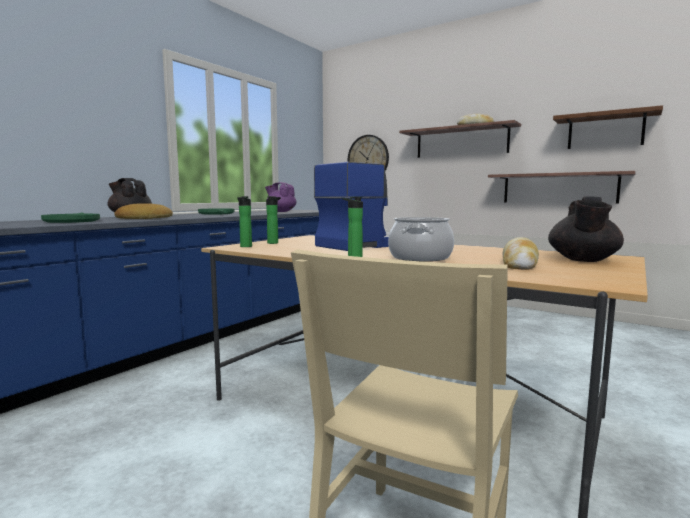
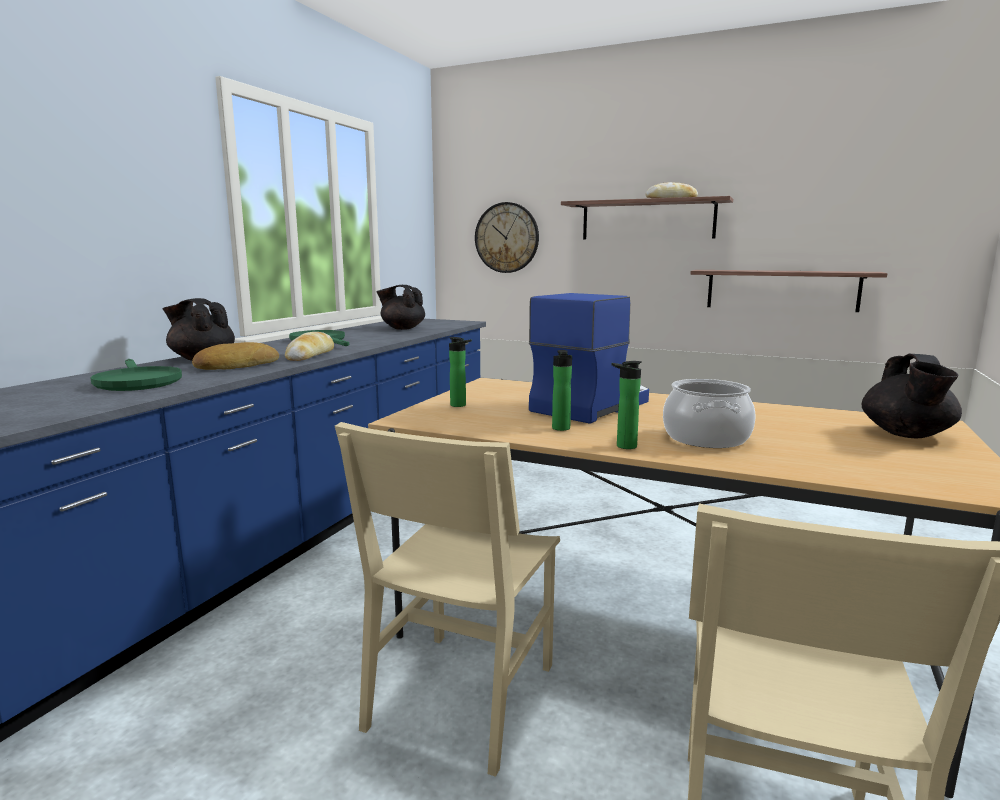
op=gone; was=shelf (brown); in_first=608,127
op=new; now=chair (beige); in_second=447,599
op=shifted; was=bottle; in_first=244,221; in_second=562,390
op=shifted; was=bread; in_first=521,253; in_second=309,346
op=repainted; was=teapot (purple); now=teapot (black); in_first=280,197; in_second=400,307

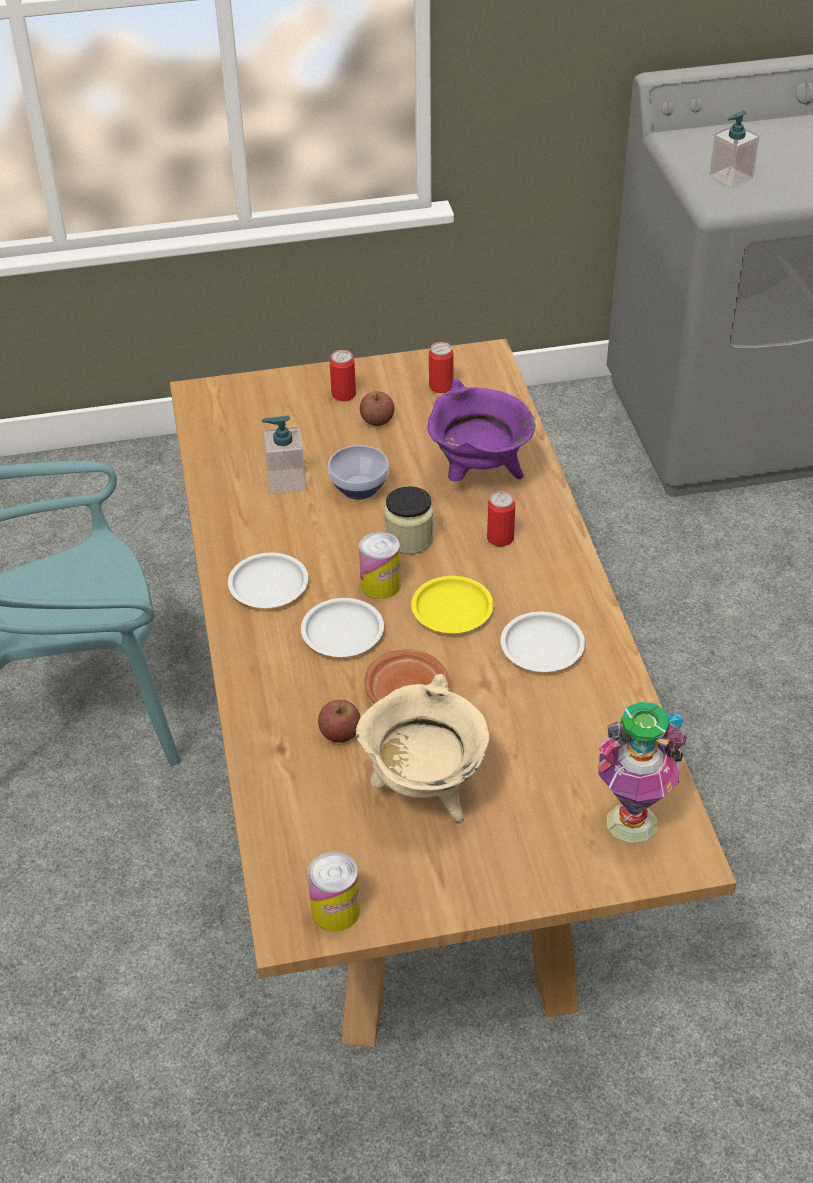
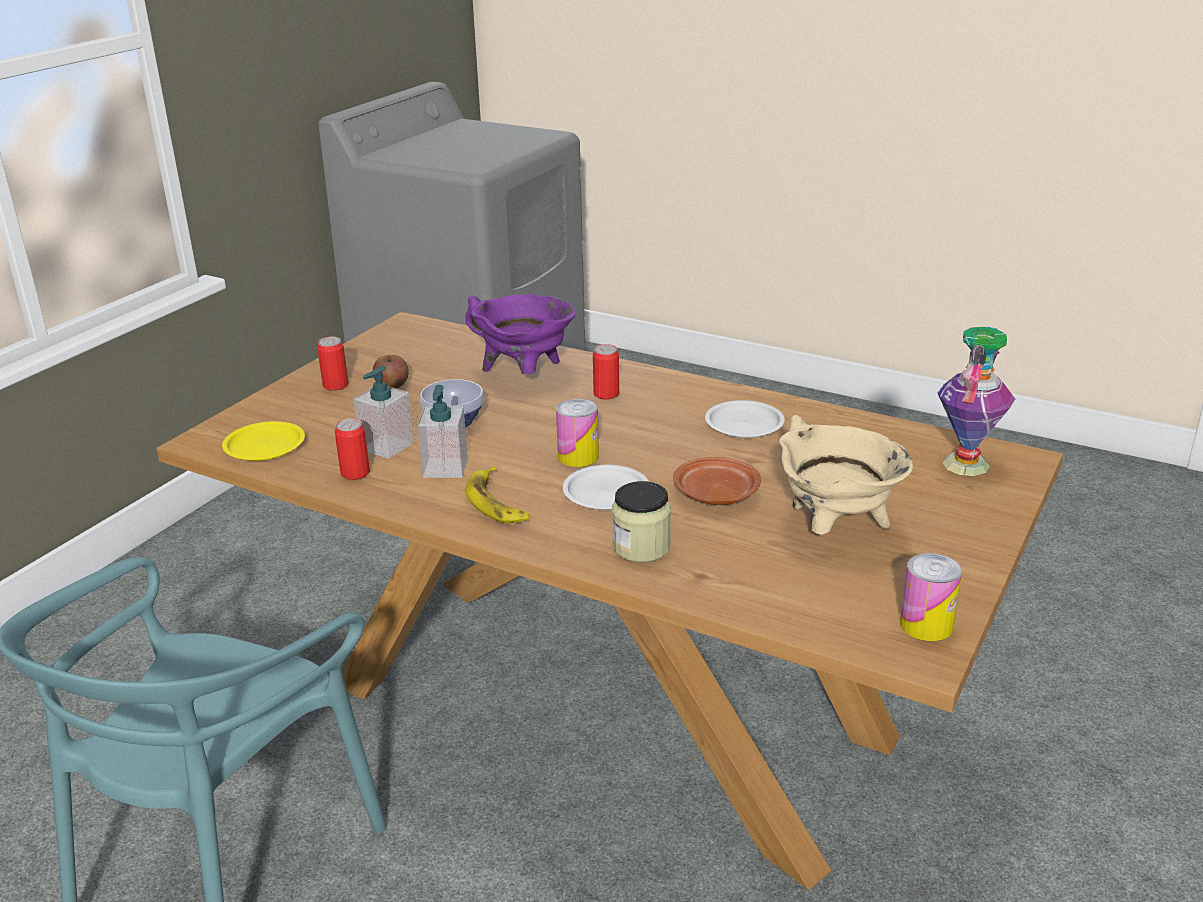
op=gone; was=apple; in_first=339,721
op=shifted; was=jar; in_first=409,520; in_second=641,521
op=shifted; was=plate (yellow); in_first=452,604; in_second=263,441
op=shifted; was=can; in_first=441,367; in_second=352,449
op=shifted; was=soap dispenser; in_first=734,149; in_second=442,431
op=swapped; was=plate (white); now=banana; in_first=268,580; in_second=497,494

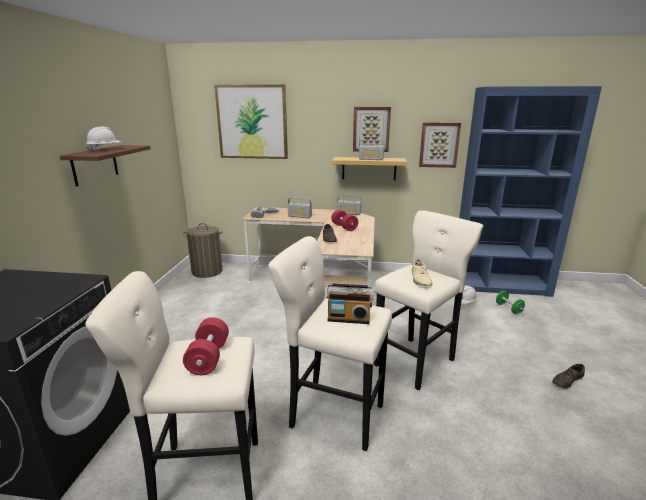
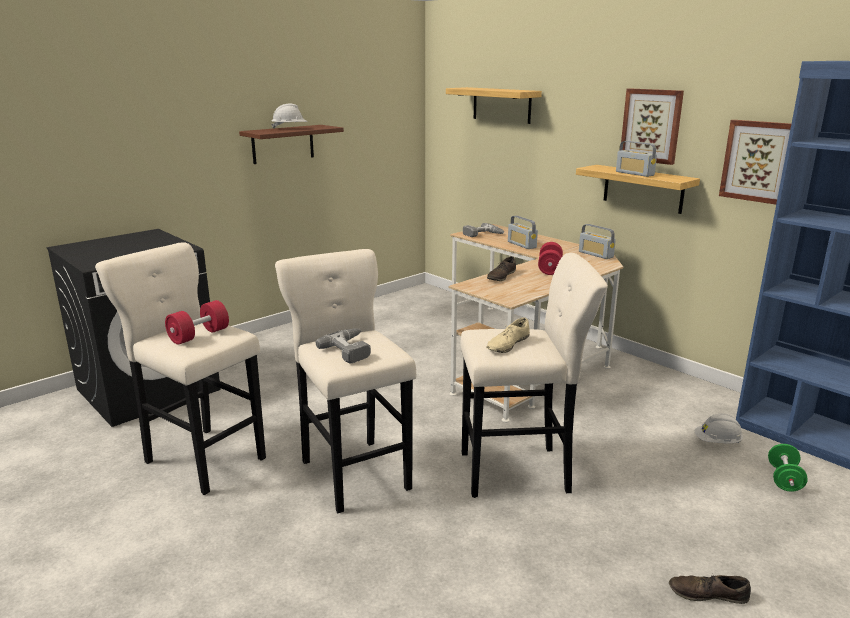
op=gone; was=laundry basket; in_first=203,250
op=swapped; was=picture; now=shelf; in_first=251,121; in_second=494,105
op=swapped; was=radio; now=power drill; in_first=349,303; in_second=343,346

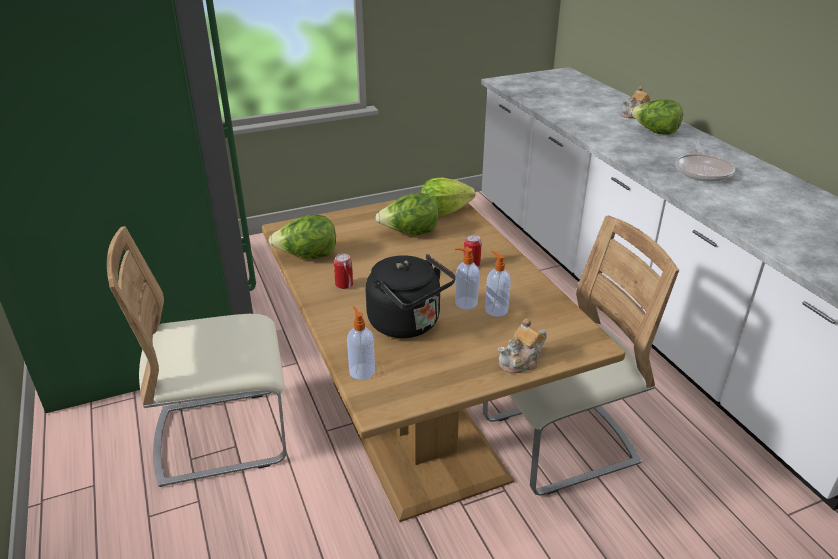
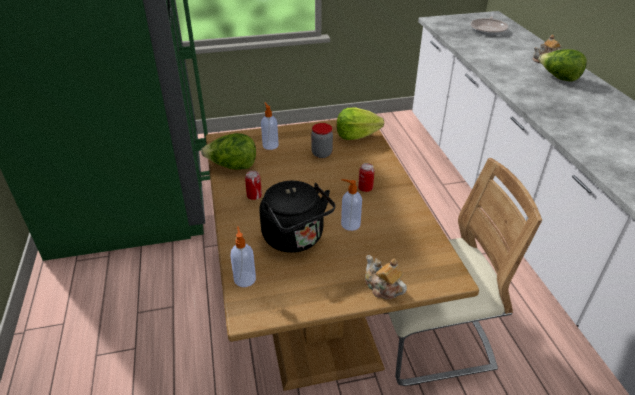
op=gone; was=chair (beige); in_first=197,356
op=shifted; was=soap dispenser; in_first=498,283; in_second=270,126
op=shifted; was=frying pan; in_first=705,161; in_second=489,23
op=swapped; was=lettuce; now=jar; in_first=407,214; in_second=322,140
op=rotated; was=teapot; in_first=522,345; in_second=386,277; clockwise=75

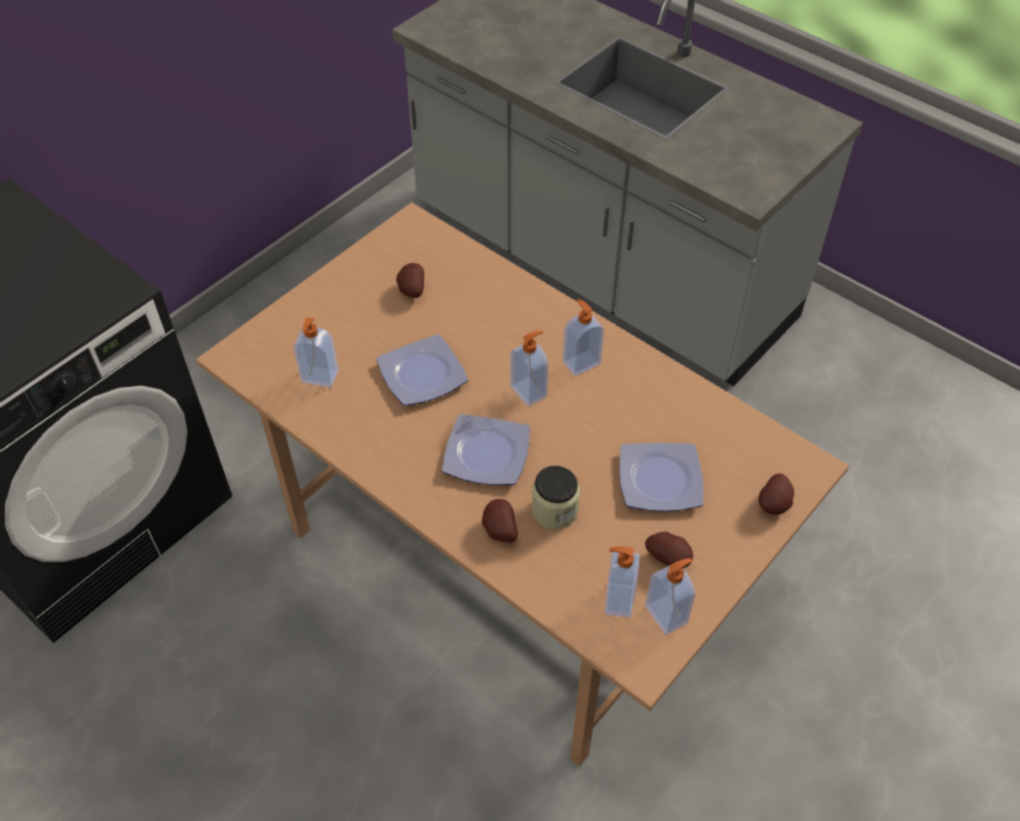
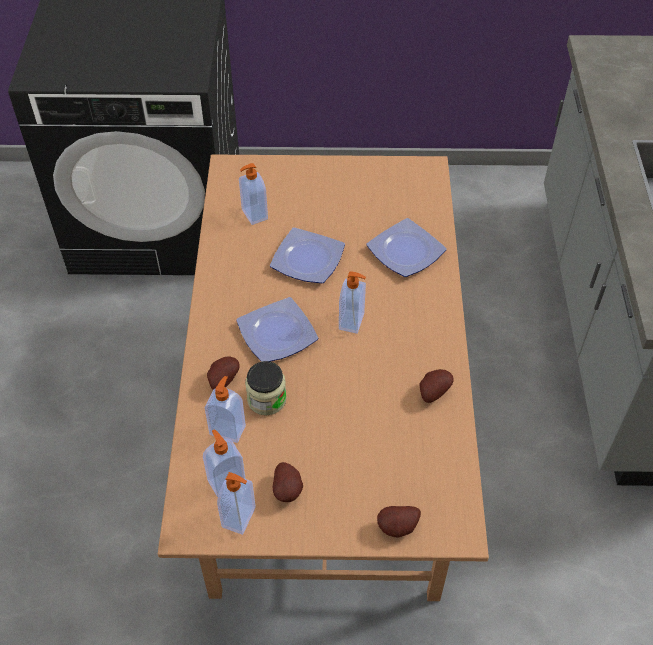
op=shifted; was=potato; in_first=410,280; in_second=436,386
op=shifted; was=soap dispenser; in_first=583,337; in_second=225,409
op=shifted; was=plate; in_first=661,477; in_second=407,247

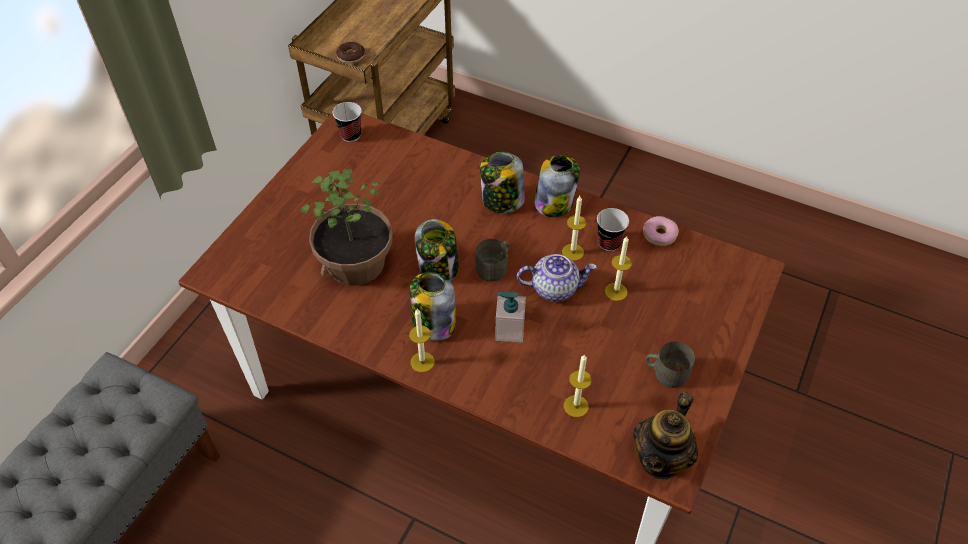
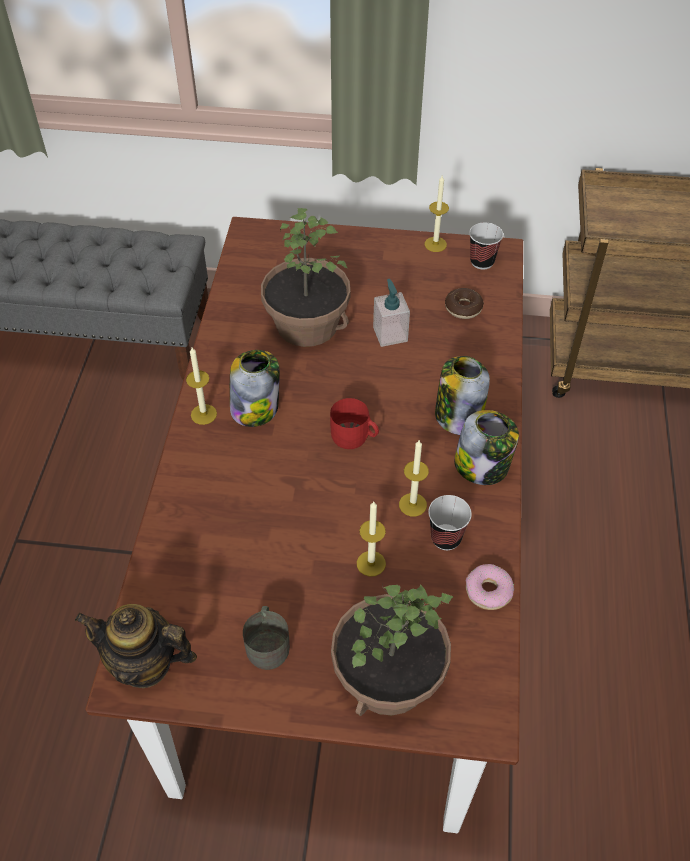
op=gone; was=jar; in_first=437,250
op=gone; was=teapot; in_first=557,278
op=new; now=potted plant; in_second=392,650
op=shifted; was=donut; in_first=350,53; in_second=464,303
op=shifted; was=soap dispenser; in_first=510,317; in_second=391,313
op=shifted; was=candle; in_first=578,385; in_second=437,214
op=repainted; was=mug (grey); now=mug (red); in_first=492,260; in_second=354,423

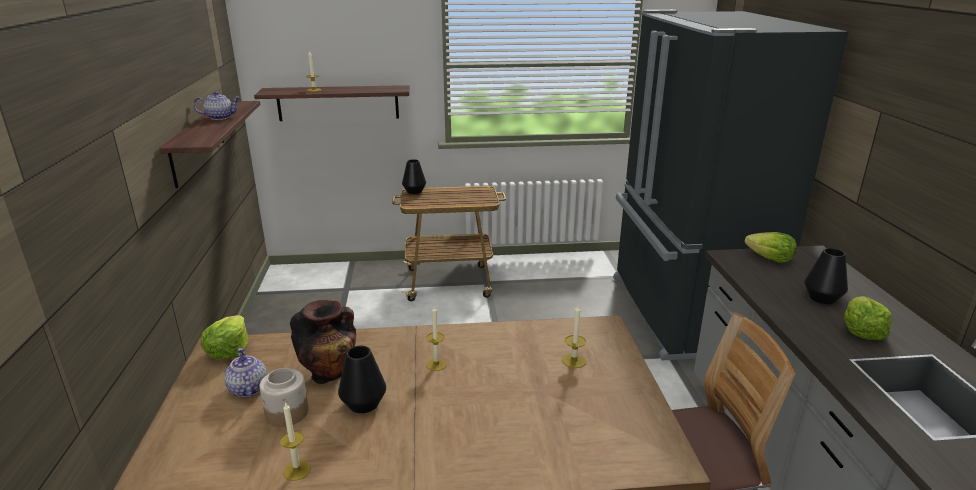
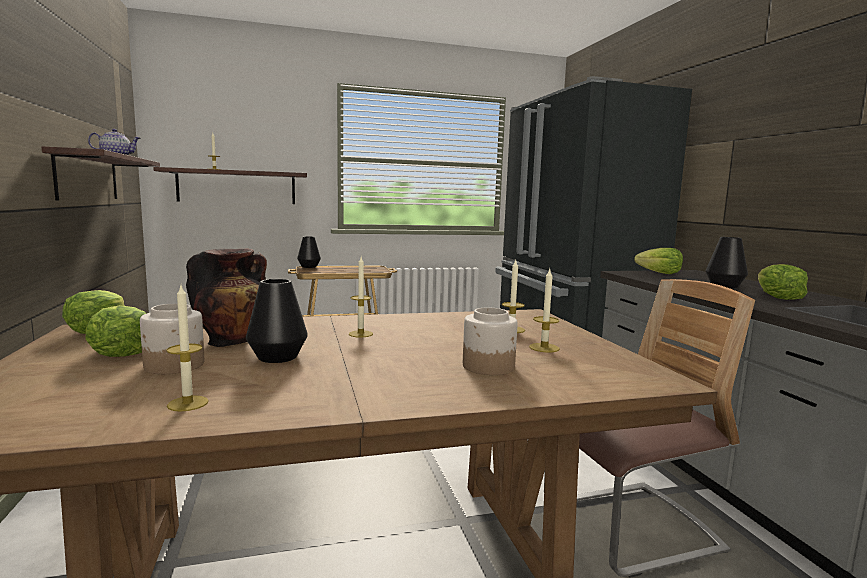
op=new; now=jar; in_second=490,341
op=new; now=candle; in_second=544,311
op=swapped; was=teapot; now=lettuce; in_first=245,373; in_second=115,331

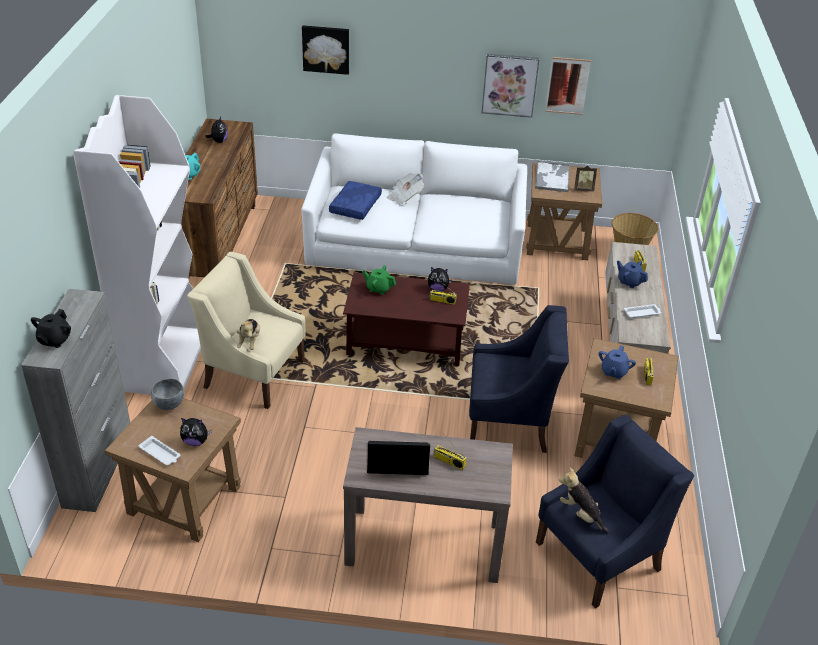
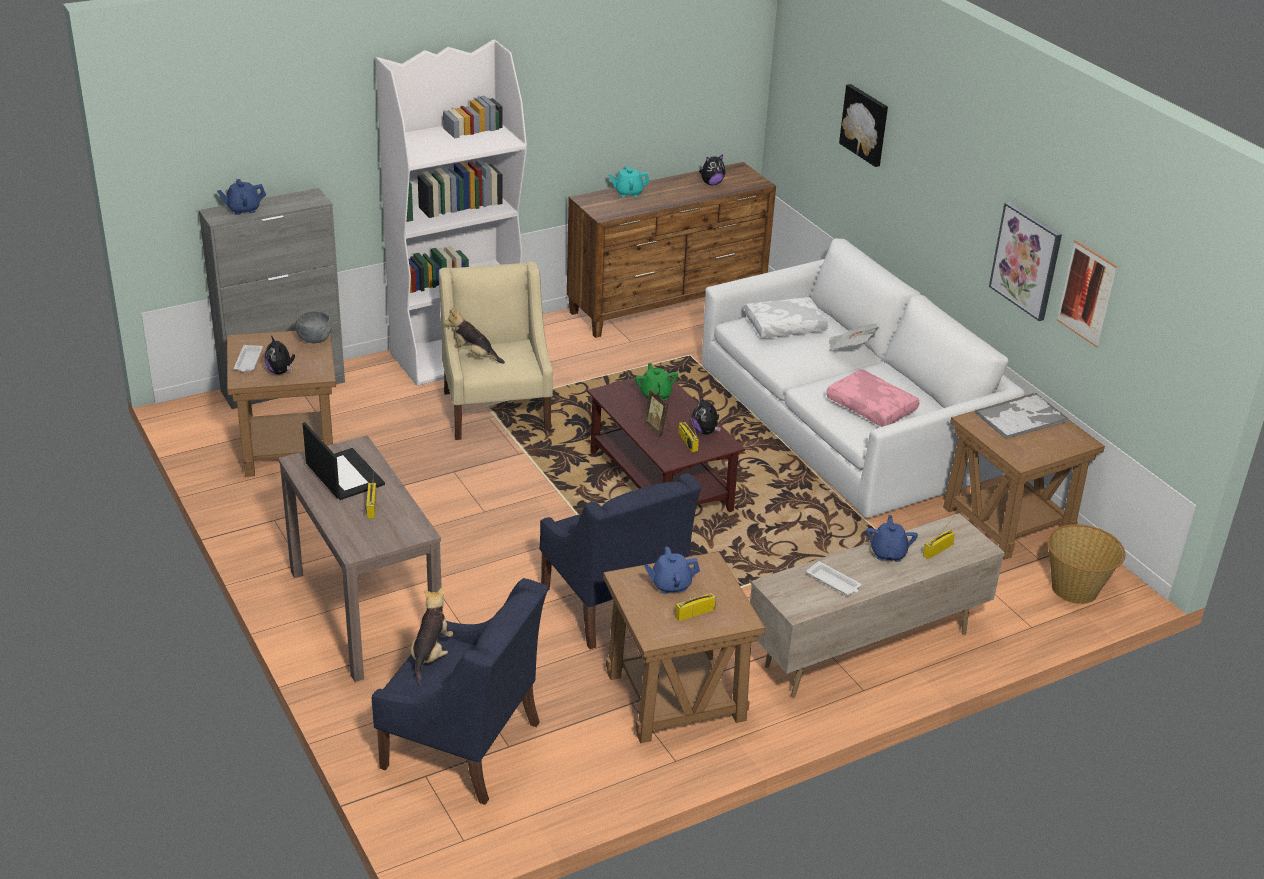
op=new; now=pillow (pink); in_second=872,398
op=shifted; was=picture frame; in_first=585,178; in_second=657,412
op=repainted; was=teapot (black); now=teapot (blue); in_first=51,328; in_second=241,197
op=repainted; was=pillow (blue); now=pillow (white); in_first=355,200; in_second=786,317
op=rotated; was=plush toy; in_first=248,334; in_second=474,335; clockwise=60

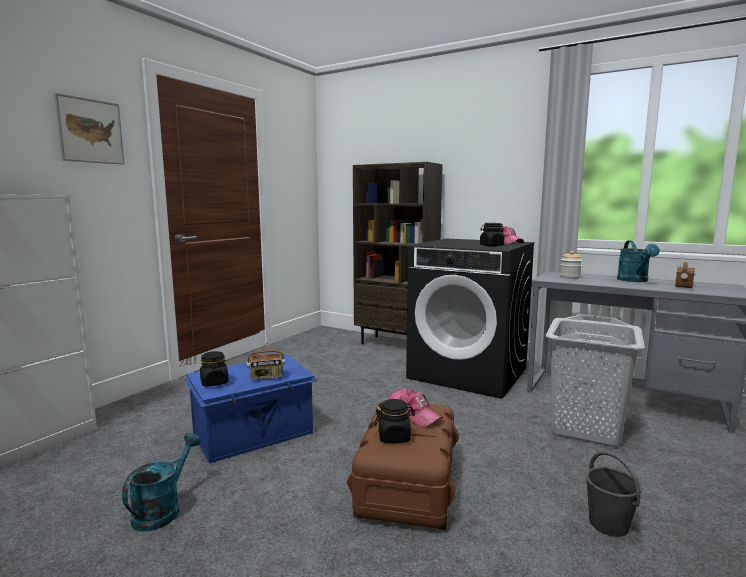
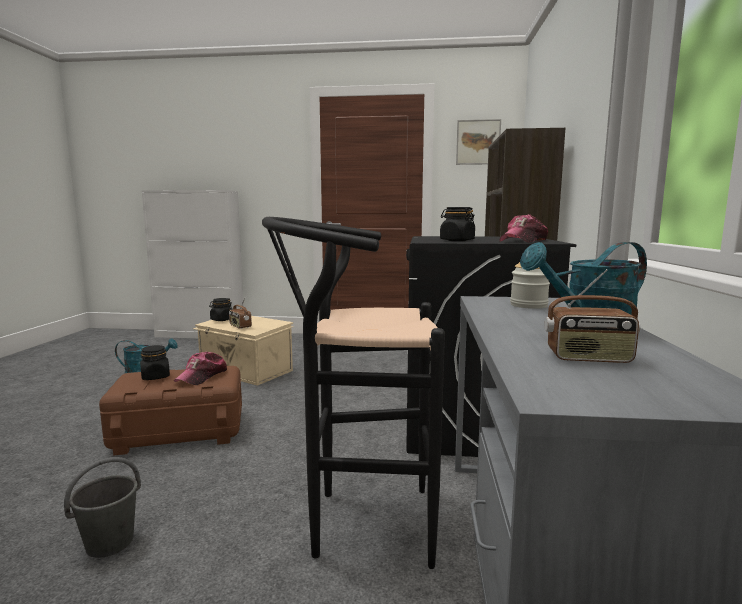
op=shifted; was=picture; in_first=89,129; in_second=478,142
op=swapped; was=laundry basket (grey); now=stool (black); in_first=595,380; in_second=353,393
op=repainted; was=storage box (blue); now=storage box (beige); in_first=251,409; in_second=243,351

